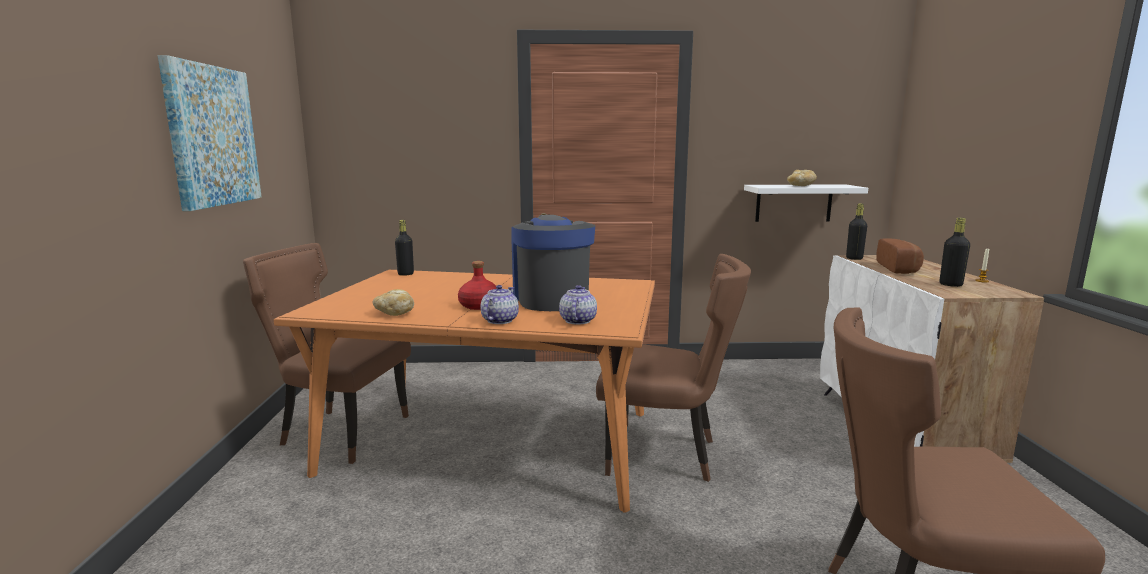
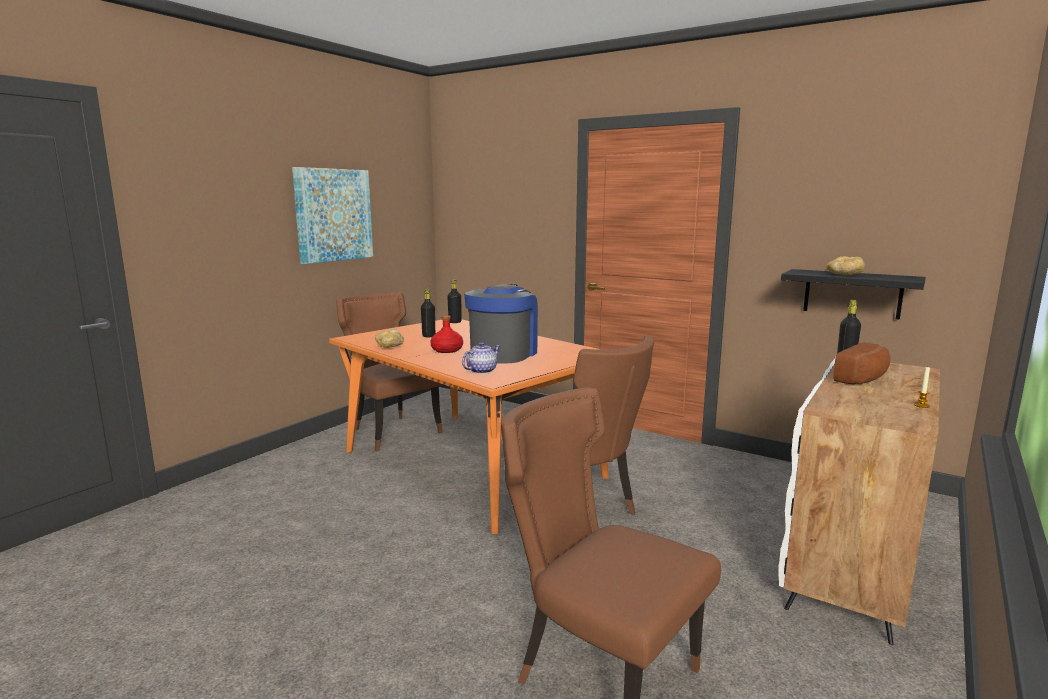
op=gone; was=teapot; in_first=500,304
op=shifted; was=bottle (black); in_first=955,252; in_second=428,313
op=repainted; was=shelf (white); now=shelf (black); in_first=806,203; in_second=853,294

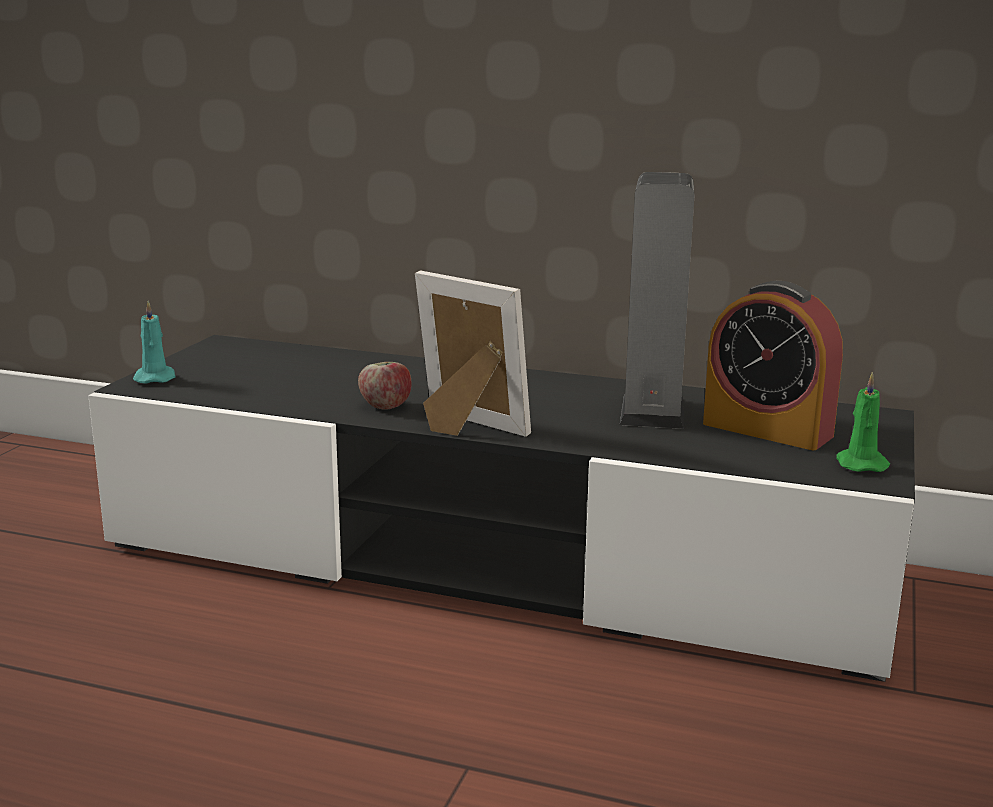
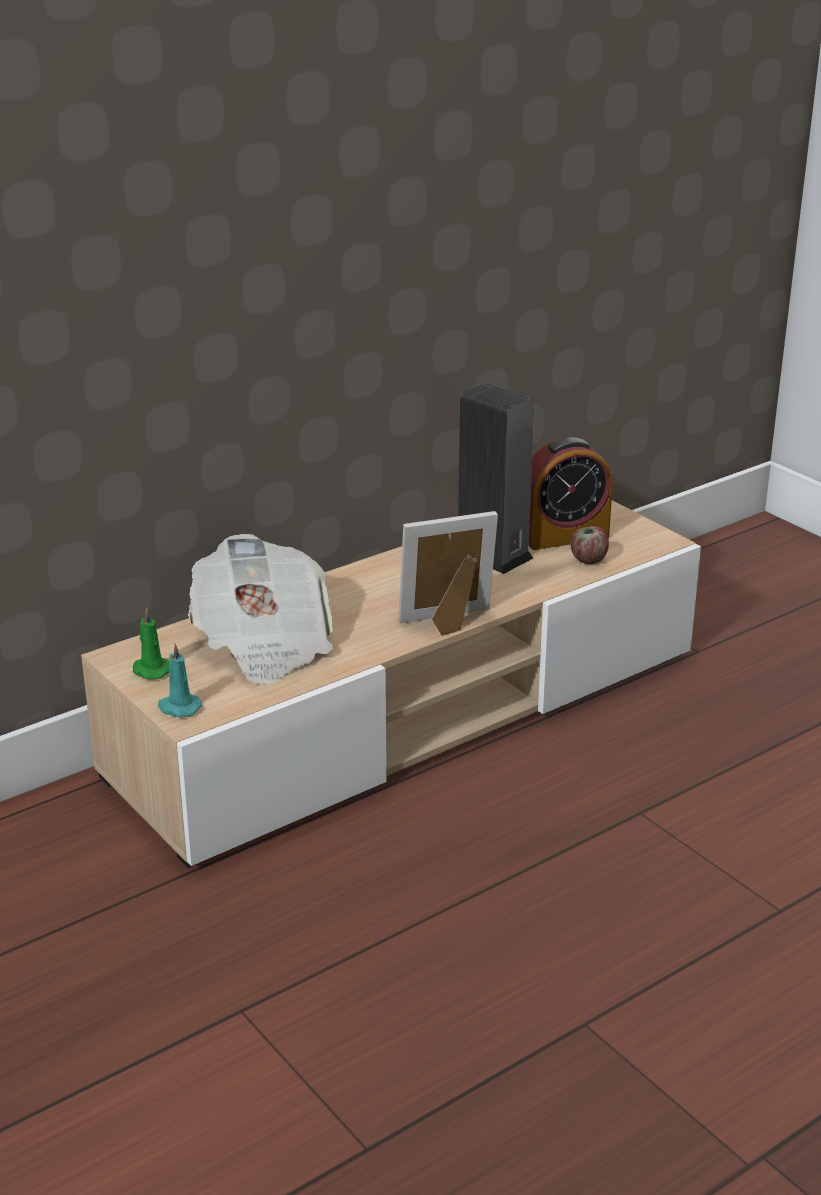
op=new; now=newspaper; in_second=260,609
op=shifted; was=apple; in_first=384,386; in_second=589,545
op=shifted; was=candle (green); in_first=863,422; in_second=151,643
op=repainted; was=tv stand (black); now=tv stand (beige); in_first=501,508; in_second=391,684

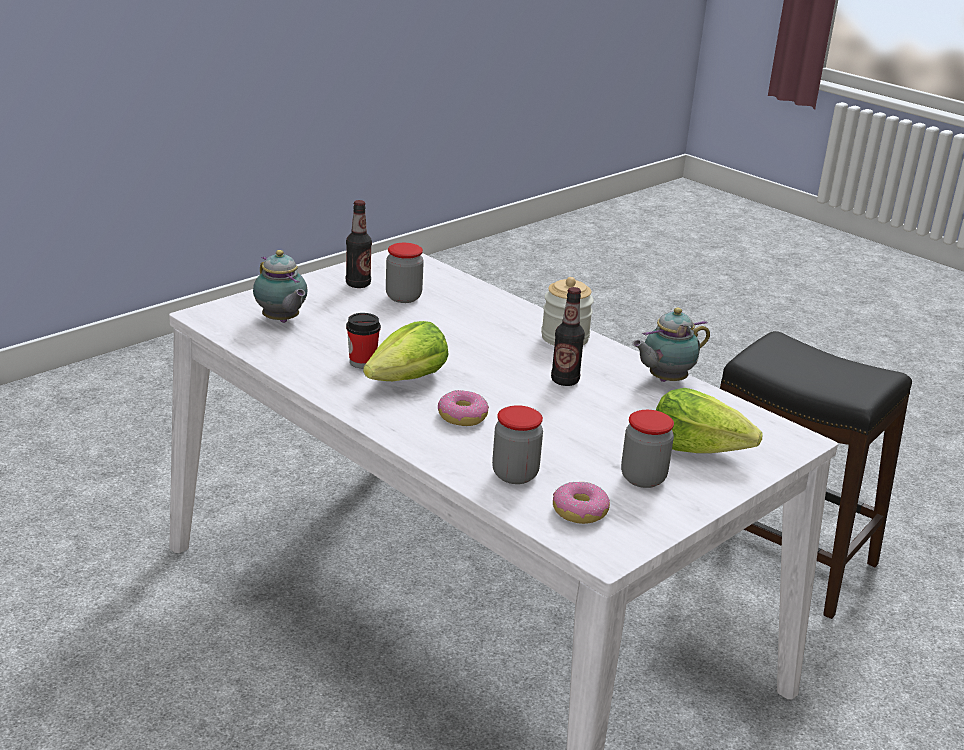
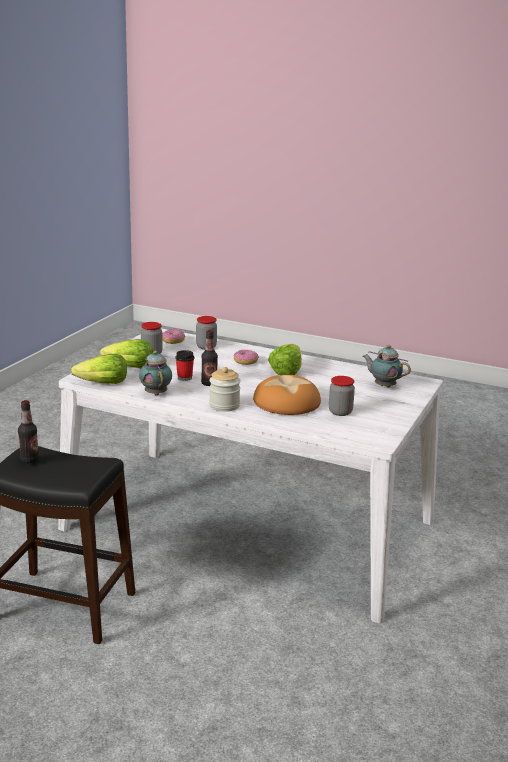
op=new; now=lettuce; in_second=99,369
op=new; now=bread; in_second=287,395
op=shifted; was=bottle; in_first=359,244; in_second=28,431
op=shifted; was=cup; in_first=363,340; in_second=184,365
op=rotated; was=teapot; in_first=671,345; in_second=155,373; clockwise=-60

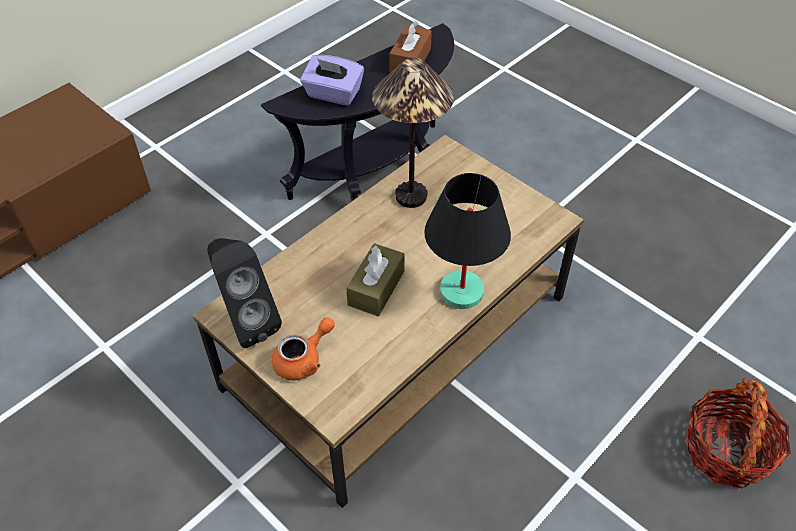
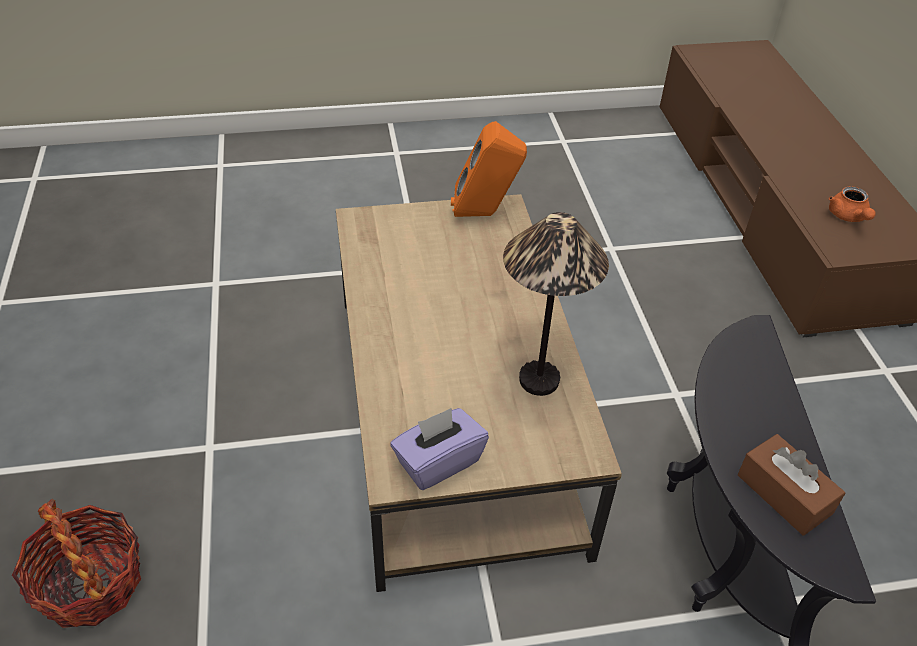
op=gone; was=tissue box (brown); in_first=375,279
op=gone; was=table lamp (black); in_first=467,241
op=shifted; was=teapot (orange); in_first=303,349; in_second=852,204
op=shifted; was=tissue box (purple); in_first=332,80; in_second=439,449
op=repainted; was=speaker (black); now=speaker (orange); in_first=244,293; in_second=489,169

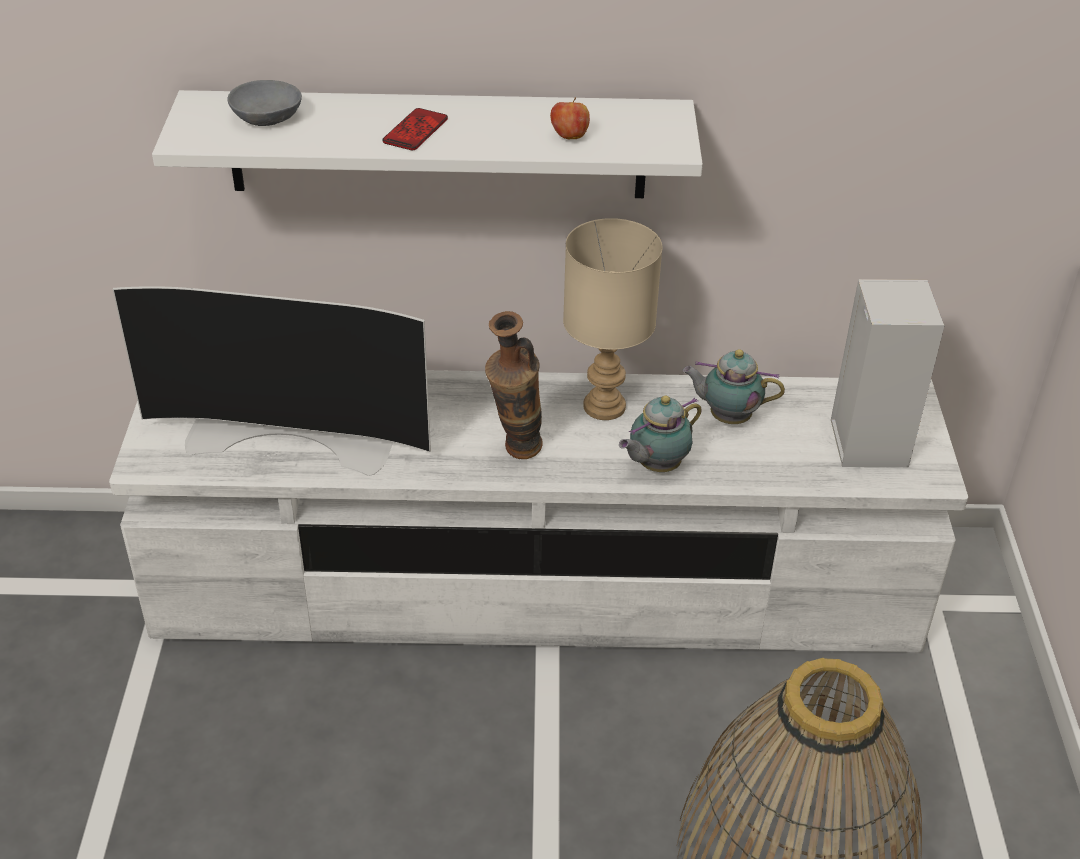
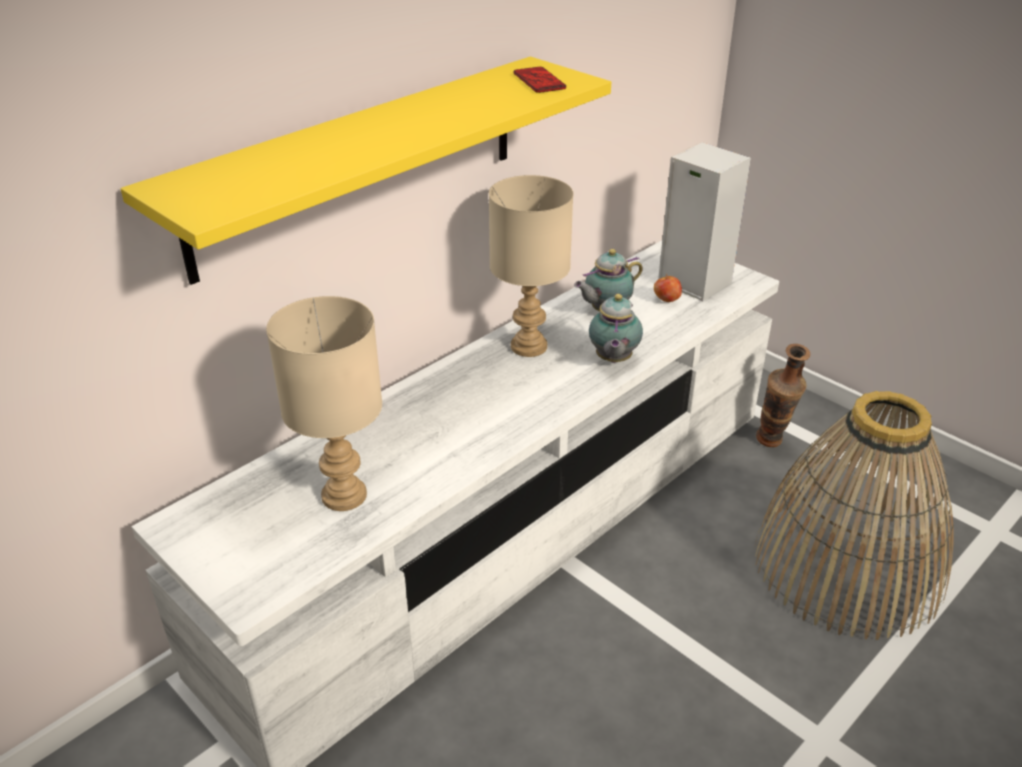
op=gone; was=bowl (grey); in_first=264,103
op=shifted; was=phone; in_first=415,129; in_second=540,80
op=shifted; was=vase; in_first=514,385; in_second=783,395
op=shifted; was=apple; in_first=570,118; in_second=668,288
op=swapped; was=television; now=table lamp (beige); in_first=272,381; in_second=324,403
op=repainted; was=shelf (white); now=shelf (yellow); in_first=427,144; in_second=366,171

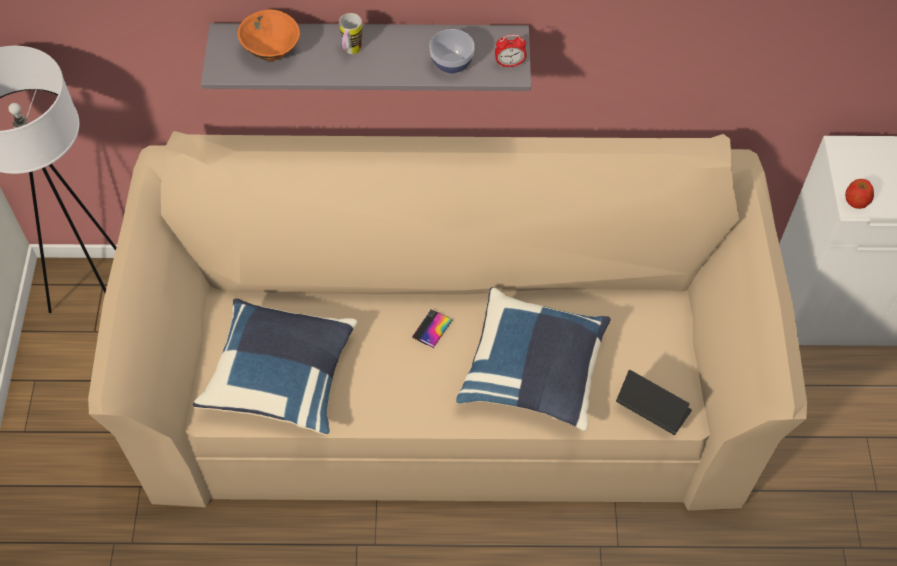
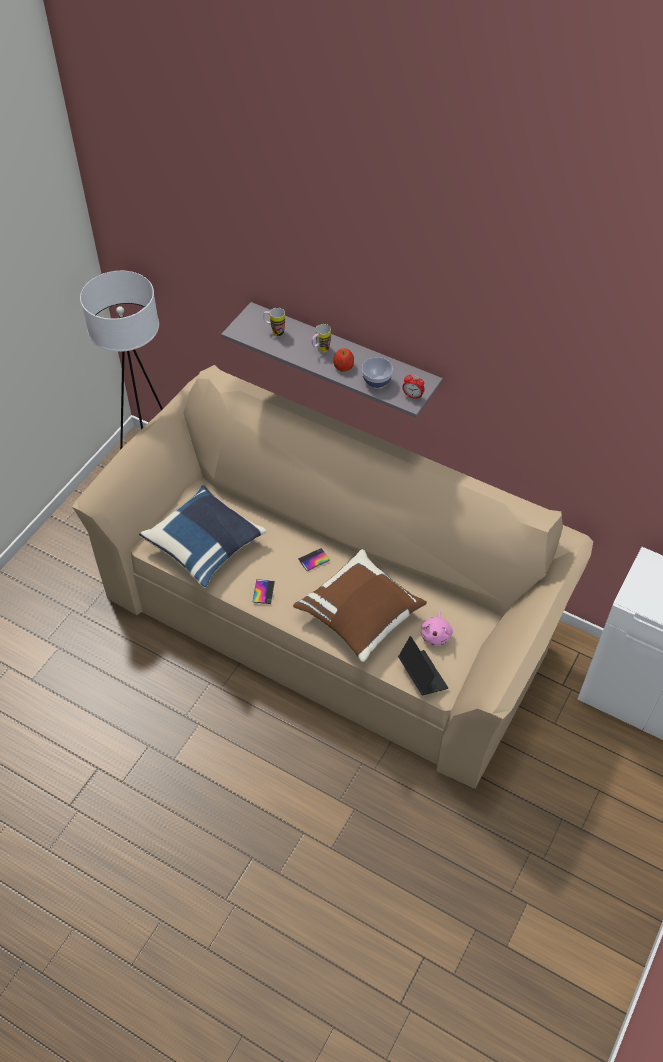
op=new; now=phone; in_second=264,591
op=new; now=plush toy (pink); in_second=437,628
op=shifted; was=apple; in_first=859,194; in_second=343,359
op=swapped; was=bowl (orange); now=mug; in_first=268,35; in_second=274,322
op=repainted; was=pillow (blue); now=pillow (brown); in_first=533,359; in_second=360,605

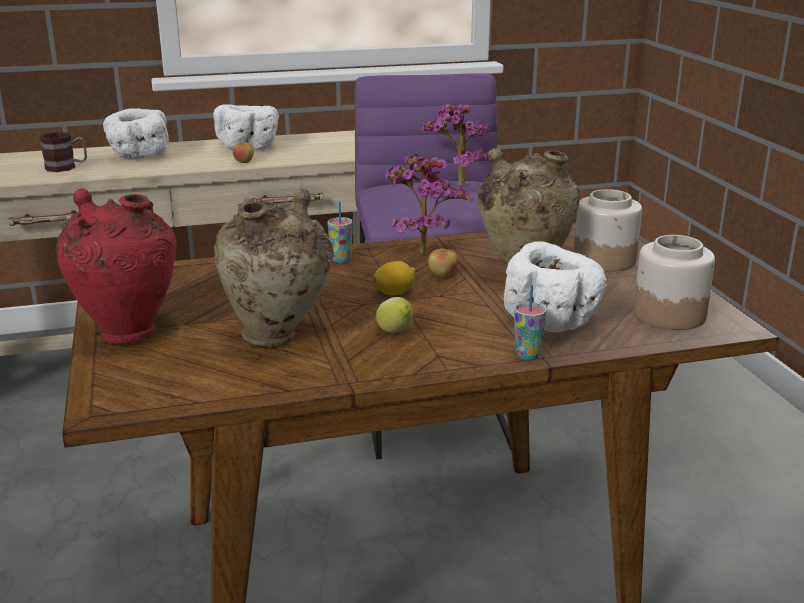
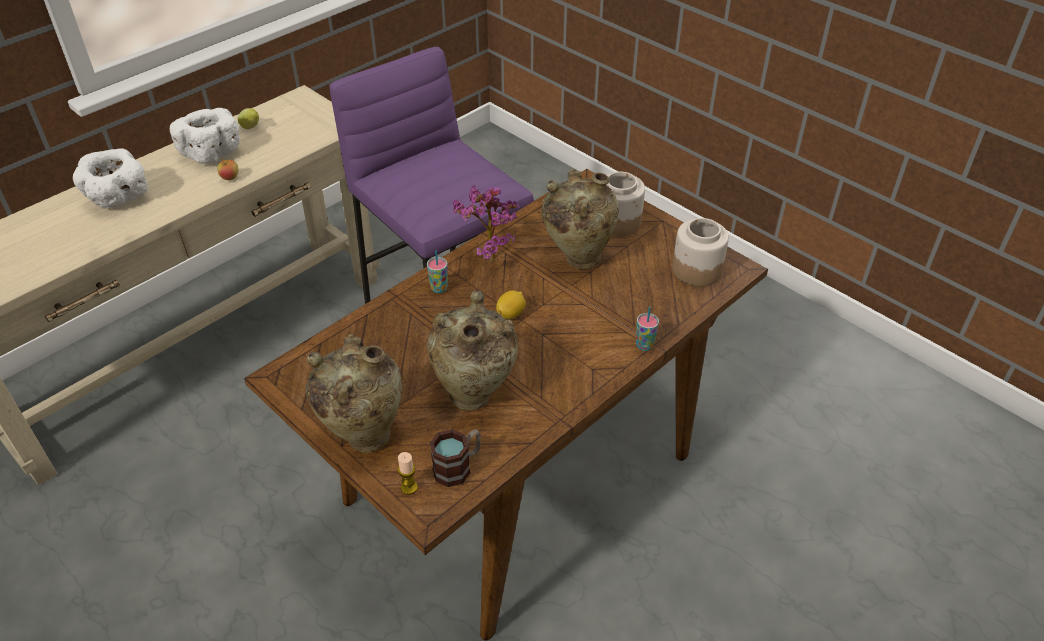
op=gone; was=potted plant; in_first=455,144
op=gone; was=apple; in_first=443,260
op=gone; was=bowl (white); in_first=555,286
op=new; now=candle; in_second=408,473
op=shifted; was=mug; in_first=63,152; in_second=455,458
op=shifted; was=lemon; in_first=394,315; in_second=248,118
op=repainted; was=vase (red); now=vase (beige); in_first=116,265; in_second=354,393

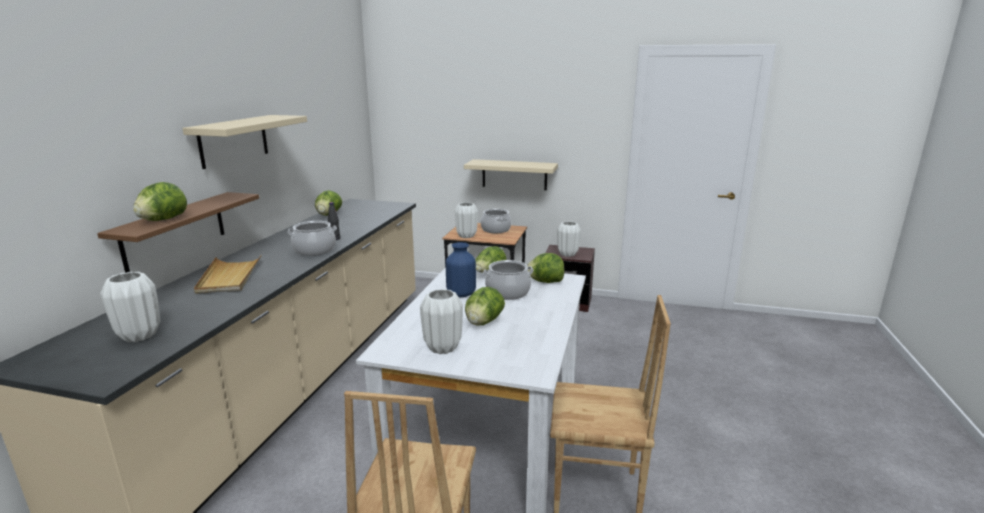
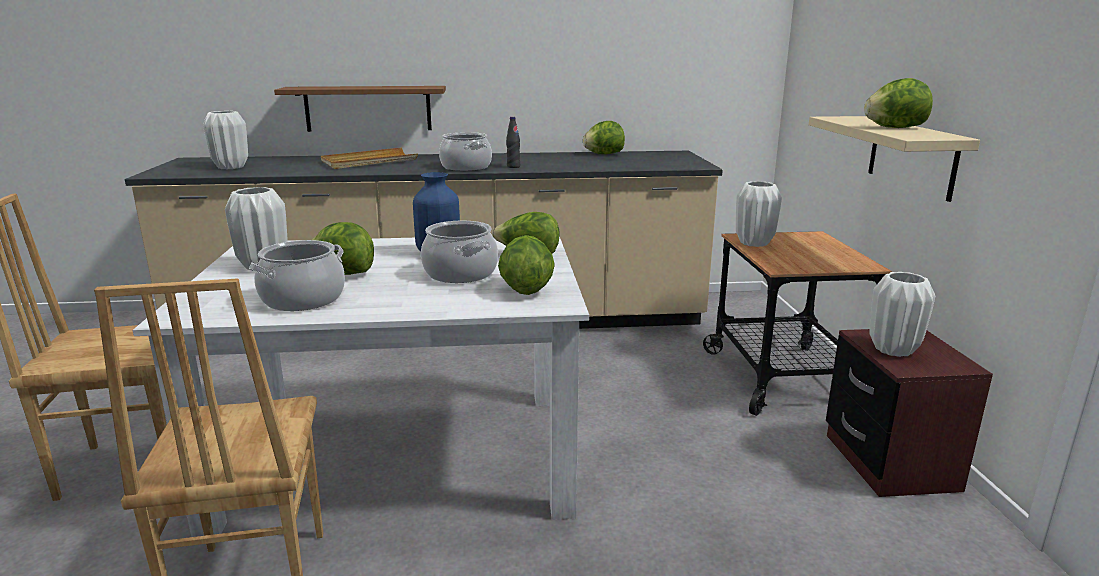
op=gone; was=shelf (beige); in_first=244,142
op=shifted; was=lettuce; in_first=160,201; in_second=898,103
op=shifted; was=cooking pot; in_first=496,221; in_second=297,275

